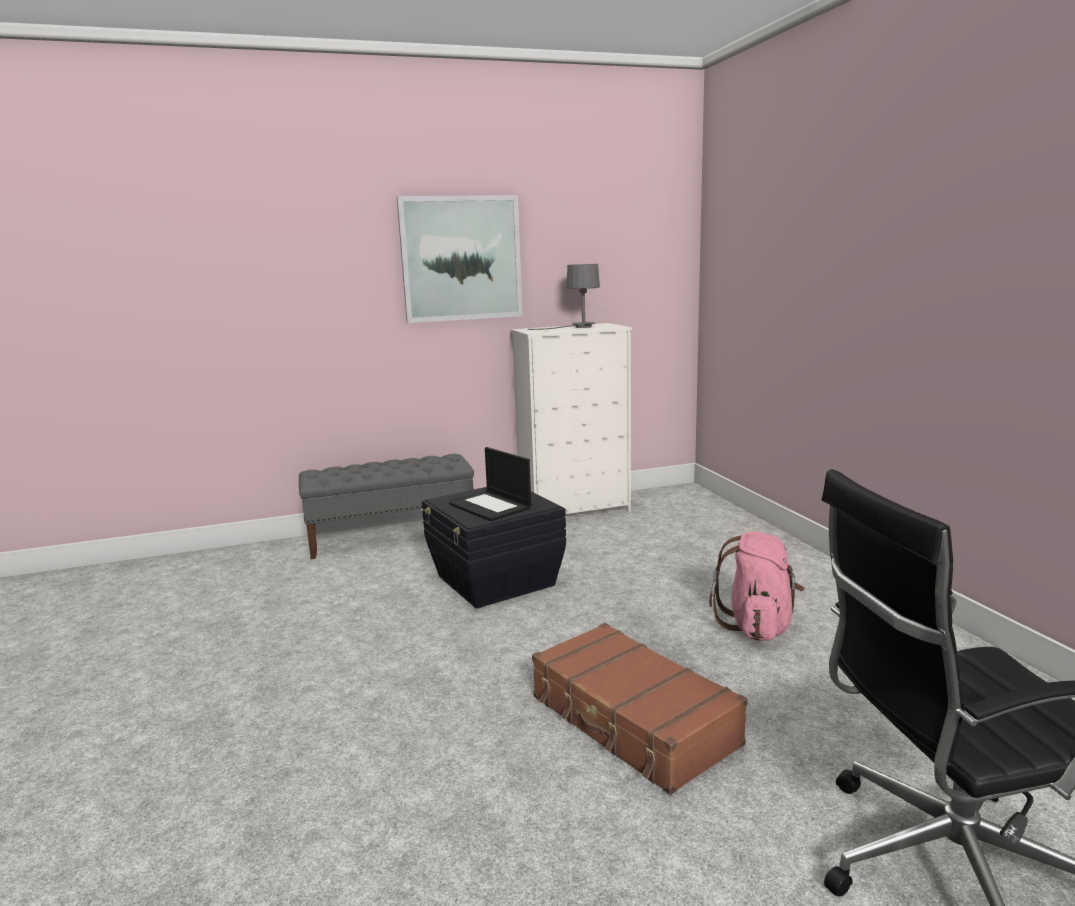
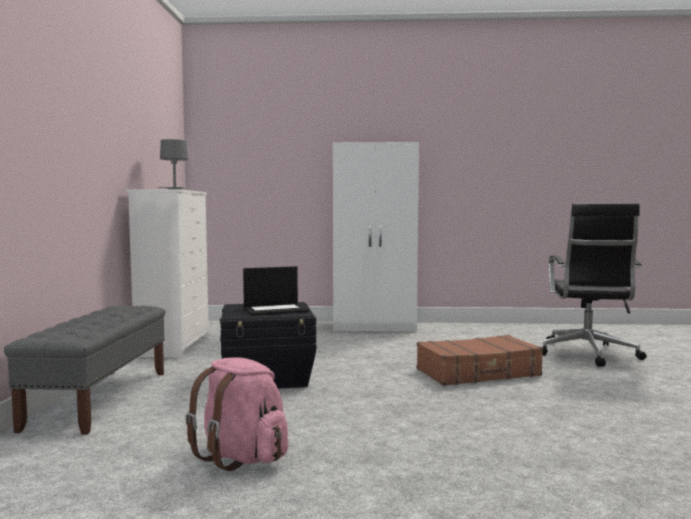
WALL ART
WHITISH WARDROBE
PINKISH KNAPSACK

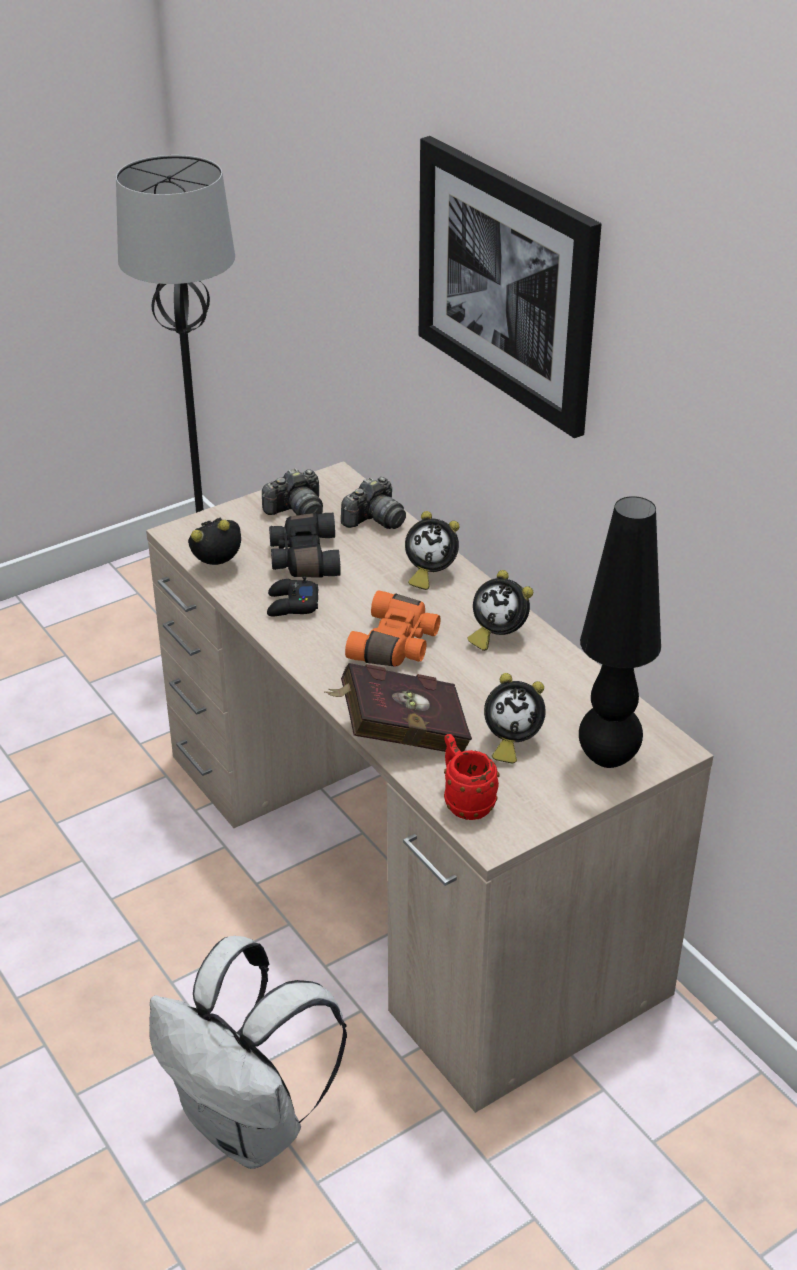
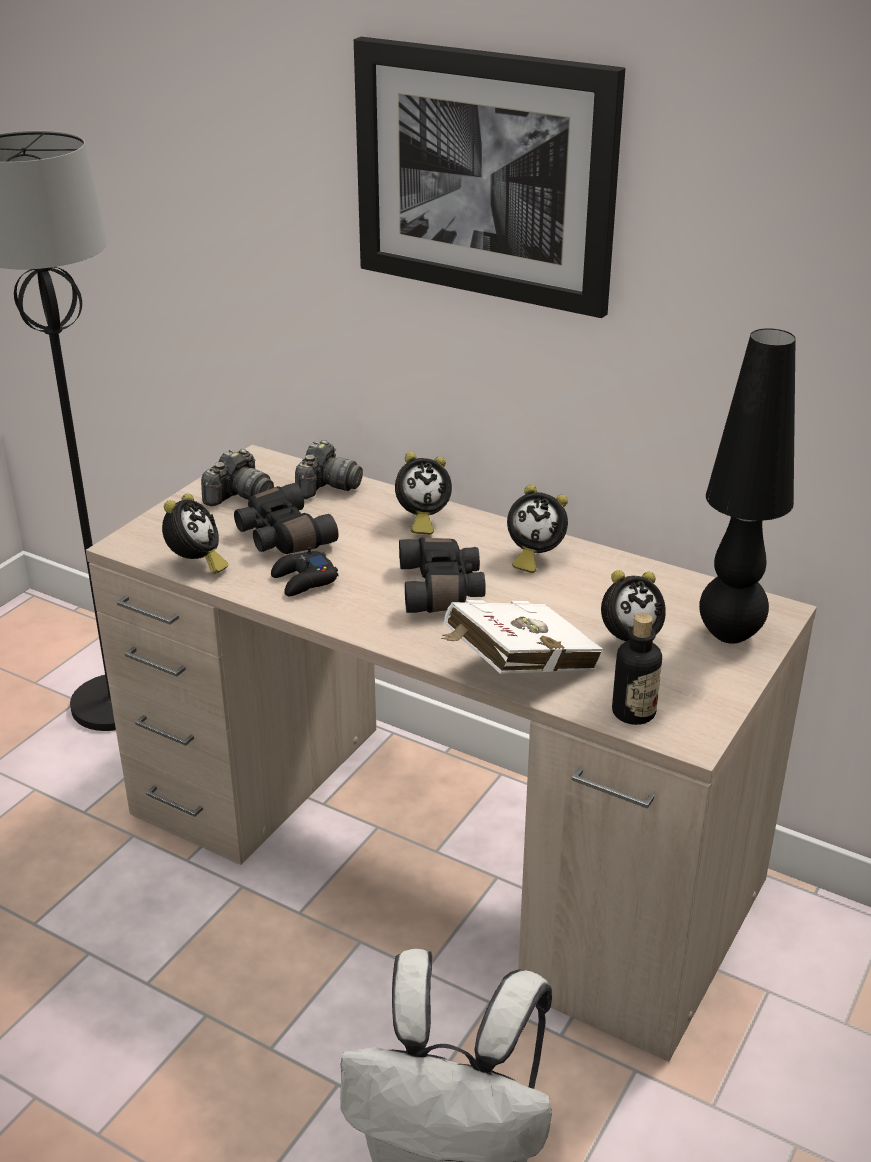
BEVERAGE BOTTLE
WHITISH VOLUME
BLACK BINOCULARS (no. 2 from left)
BEDSIDE CLOCK (no. 1 from left)

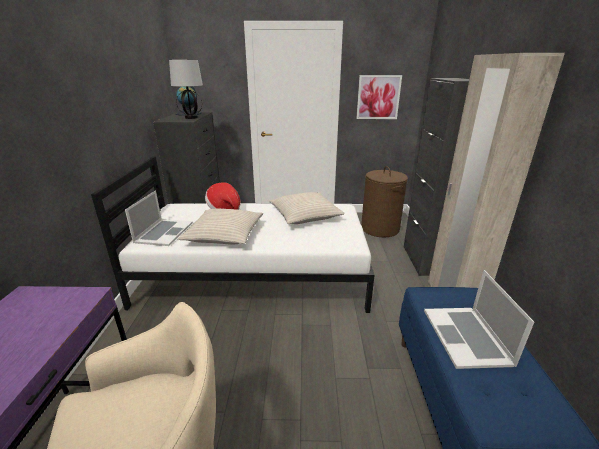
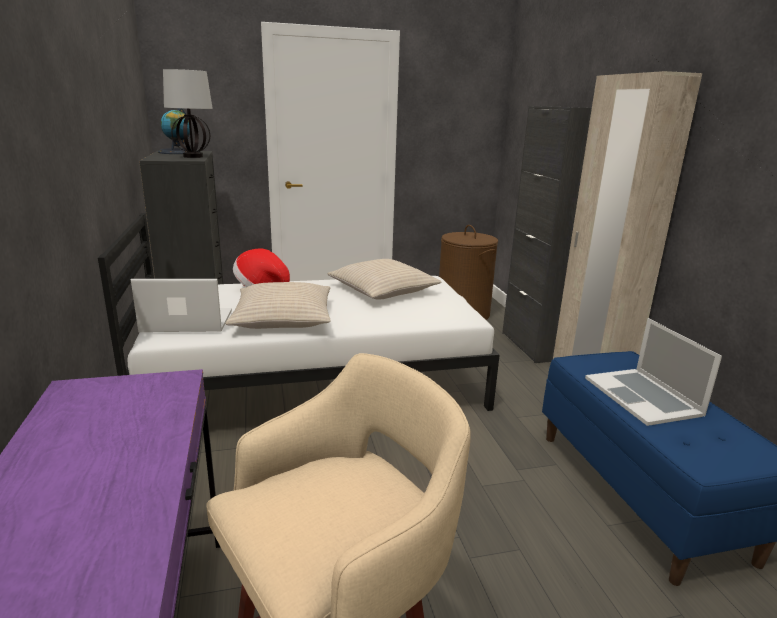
WALL ART
LAPTOP (no. 1 from left)

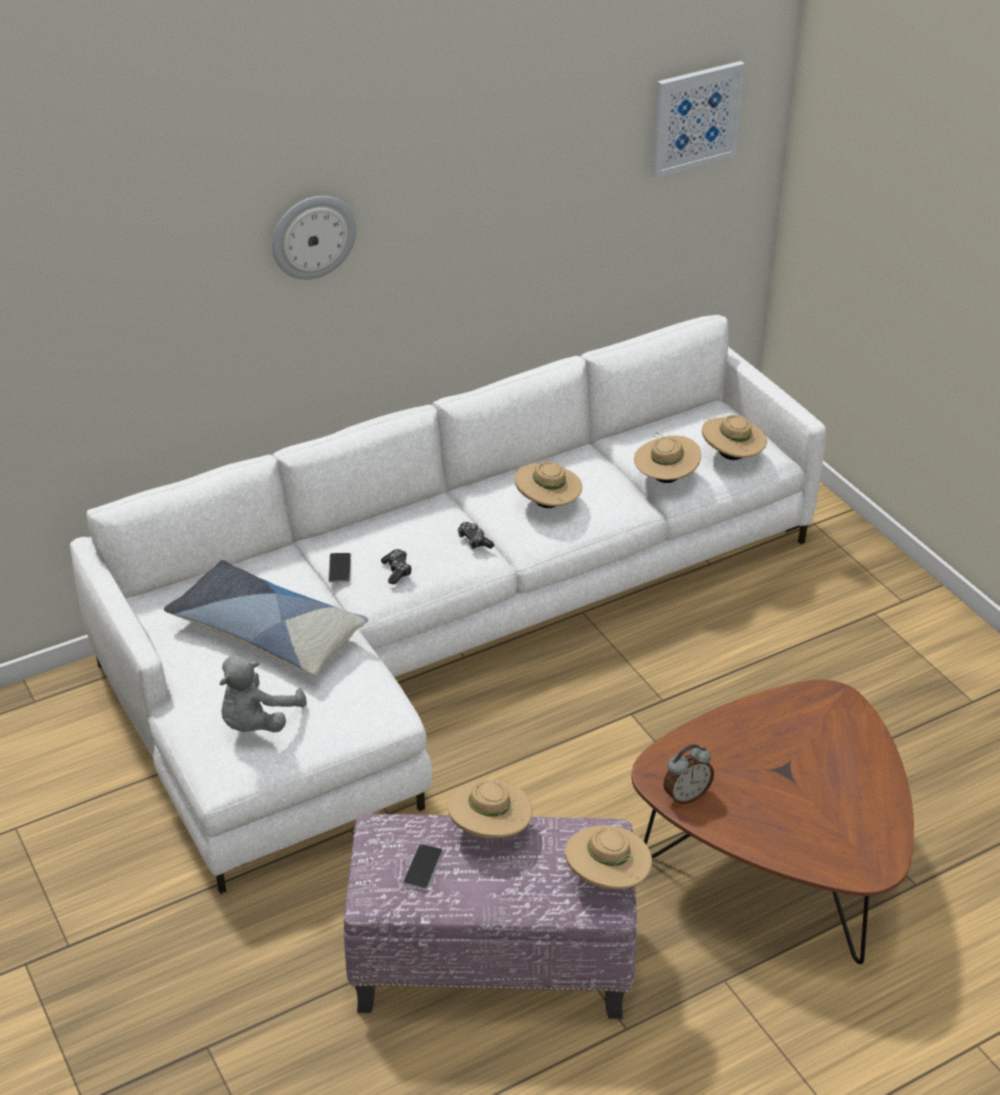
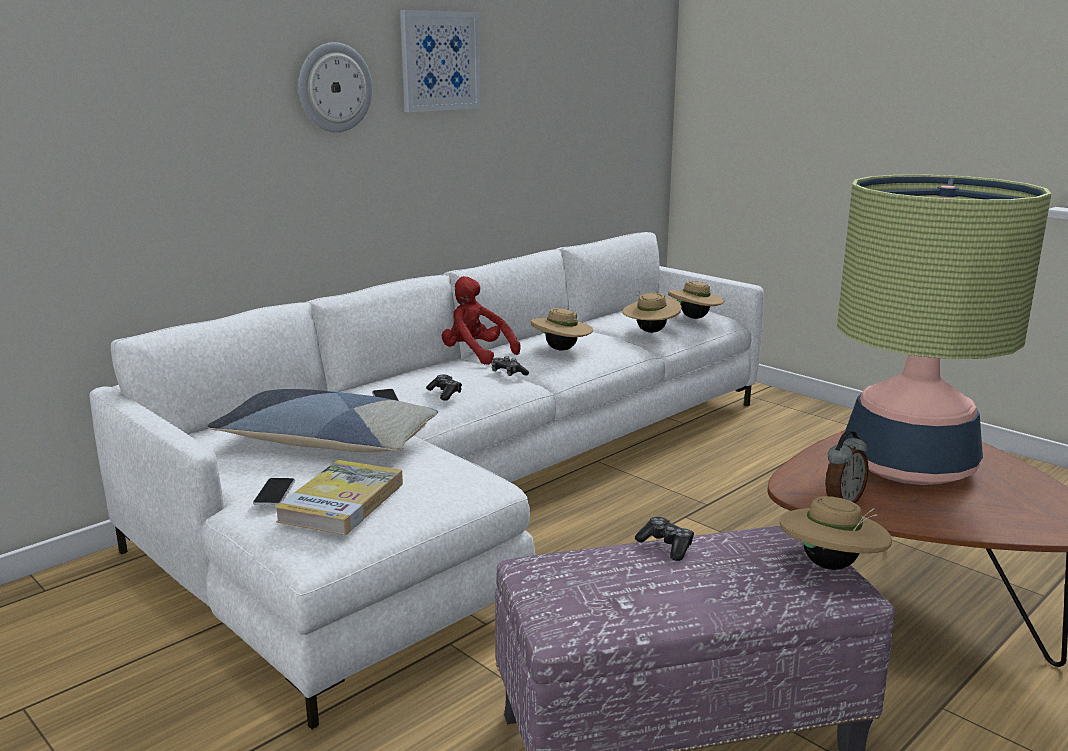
REDDISH SOFT TOY
TABLE LAMP
TELEPHONE (no. 1 from left)
WALL ART
VOLUME
GAMEPAD (no. 3 from left)

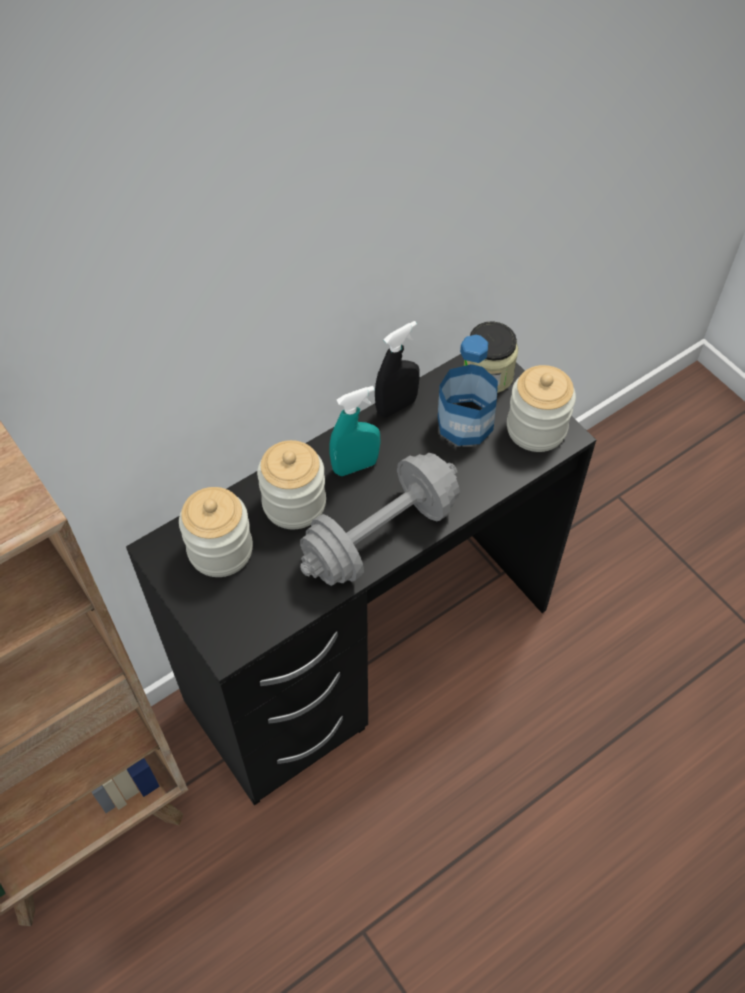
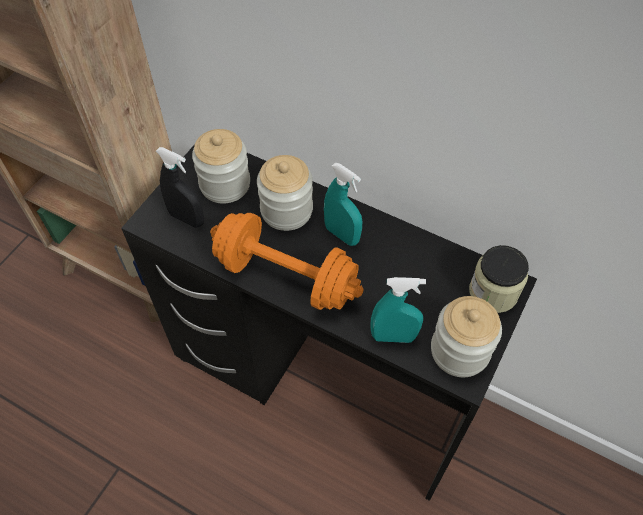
BEVERAGE BOTTLE
TURQUOISE HAND SPRAYER (no. 2 from left)
BLACK HAND SPRAYER
ORANGE DUMBBELL

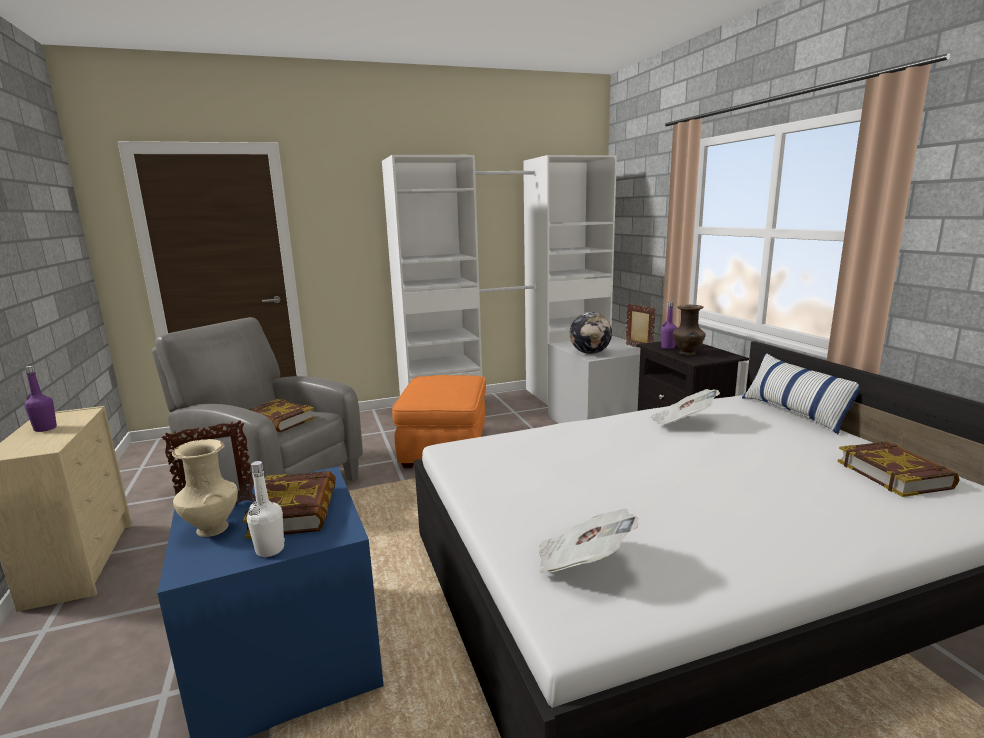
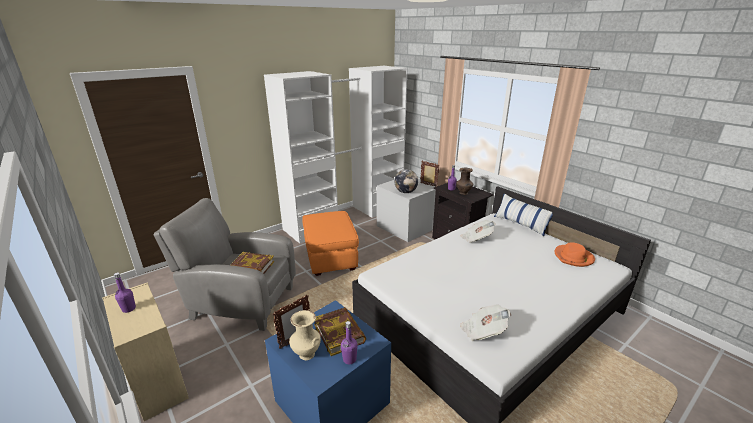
ORANGE HAT
PURPLISH BEVERAGE BOTTLE (no. 2 from left)

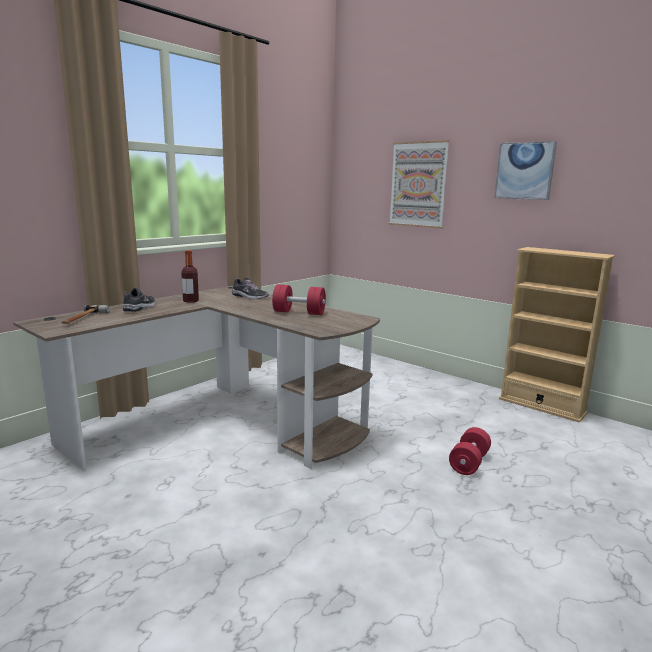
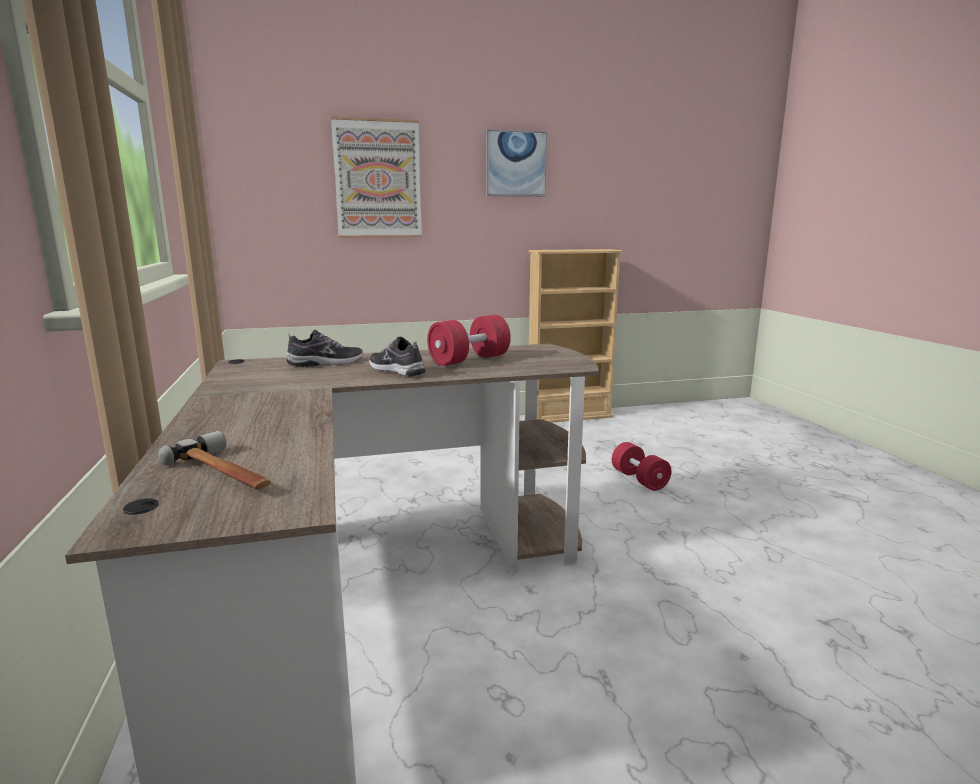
BEVERAGE BOTTLE
ITEM OF FOOTWEAR (no. 2 from left)

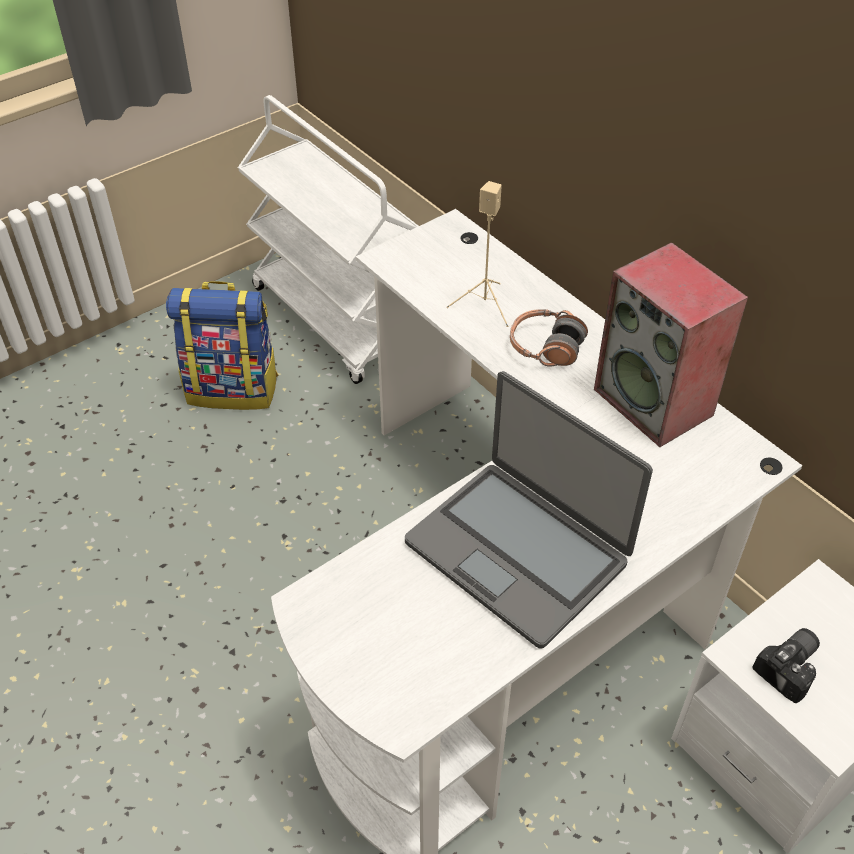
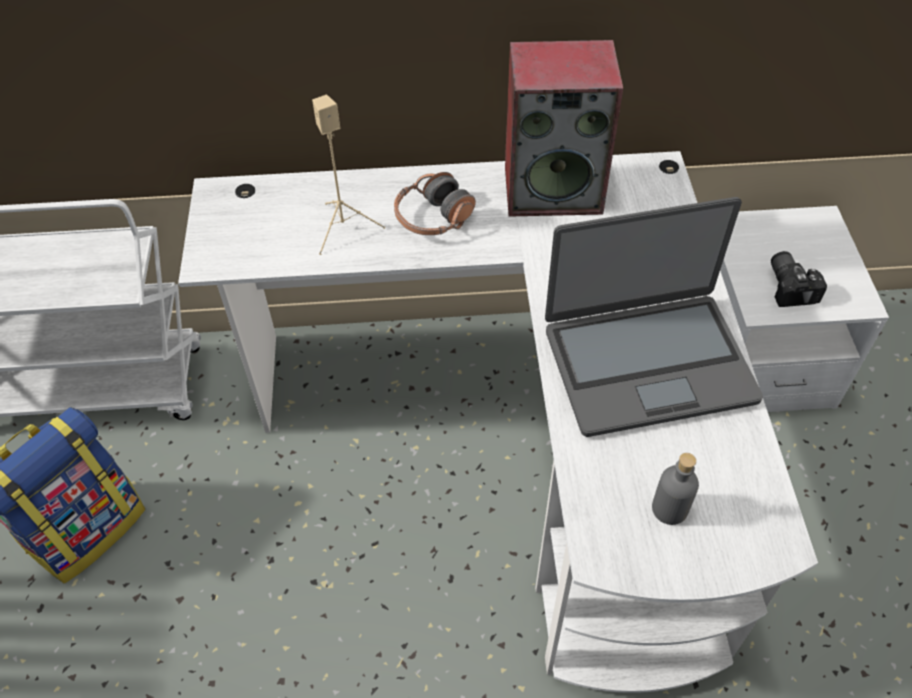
GREY BEVERAGE BOTTLE

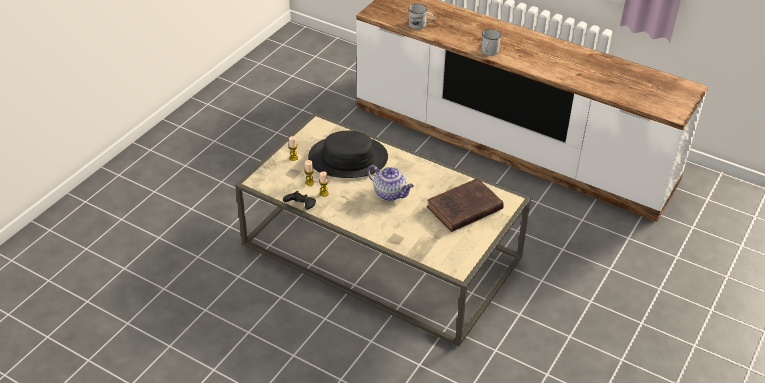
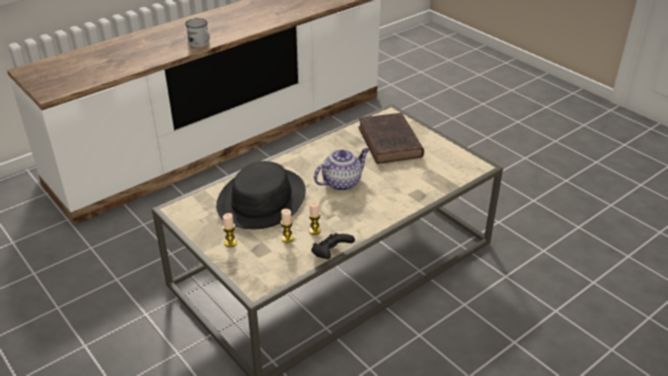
WHITISH MUG (no. 1 from left in the first image)

